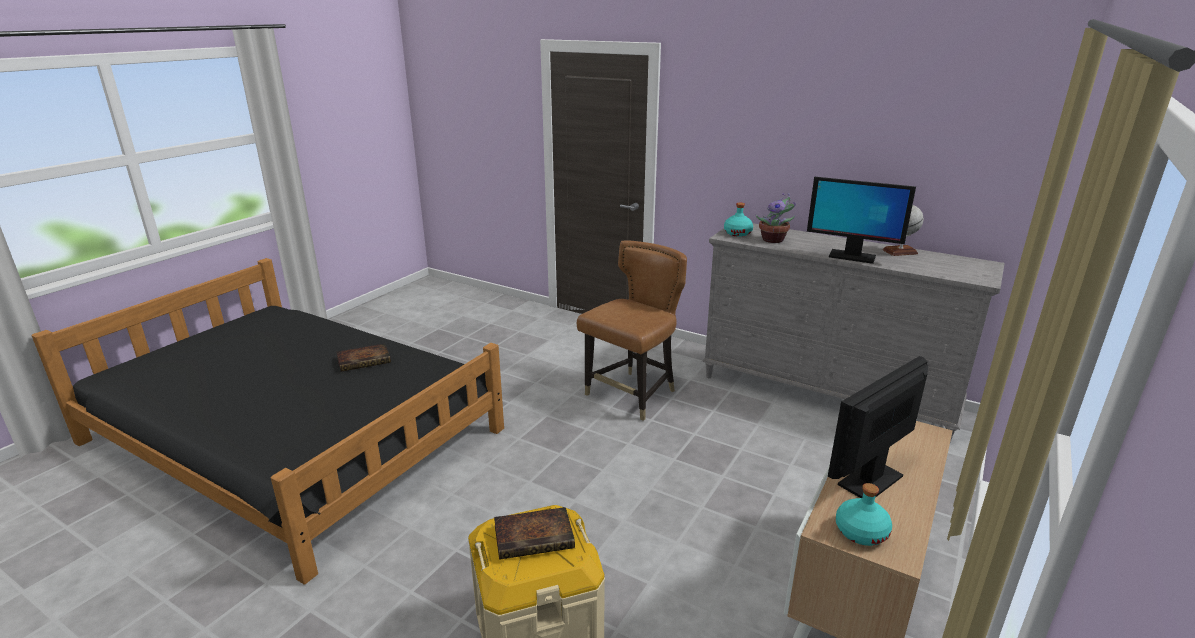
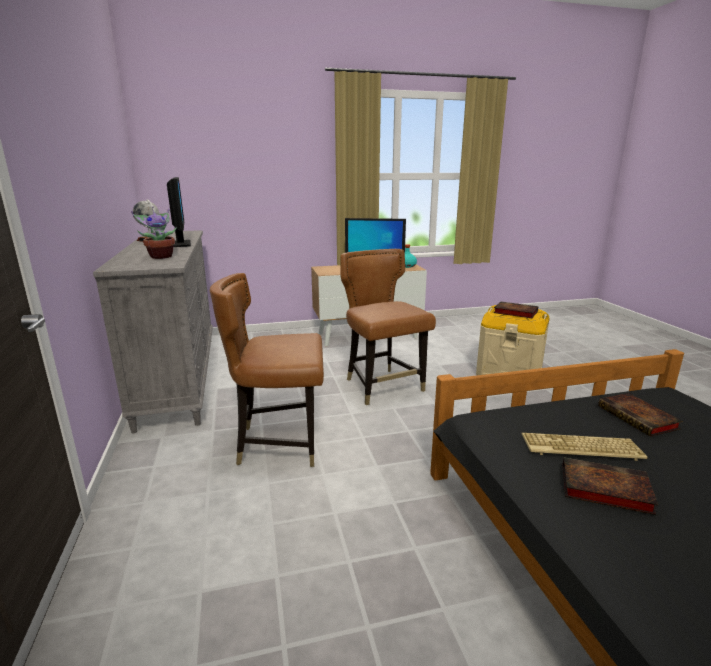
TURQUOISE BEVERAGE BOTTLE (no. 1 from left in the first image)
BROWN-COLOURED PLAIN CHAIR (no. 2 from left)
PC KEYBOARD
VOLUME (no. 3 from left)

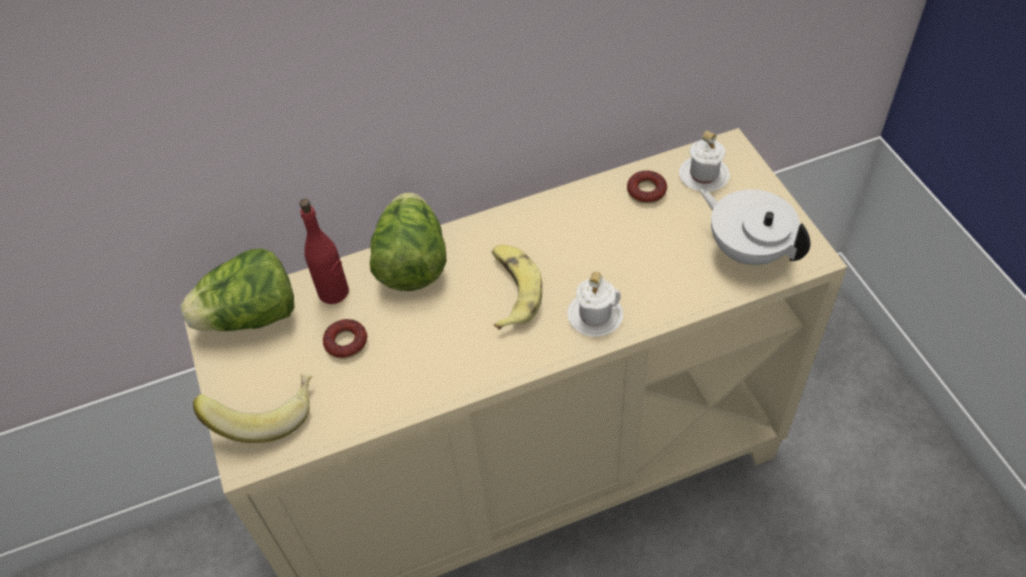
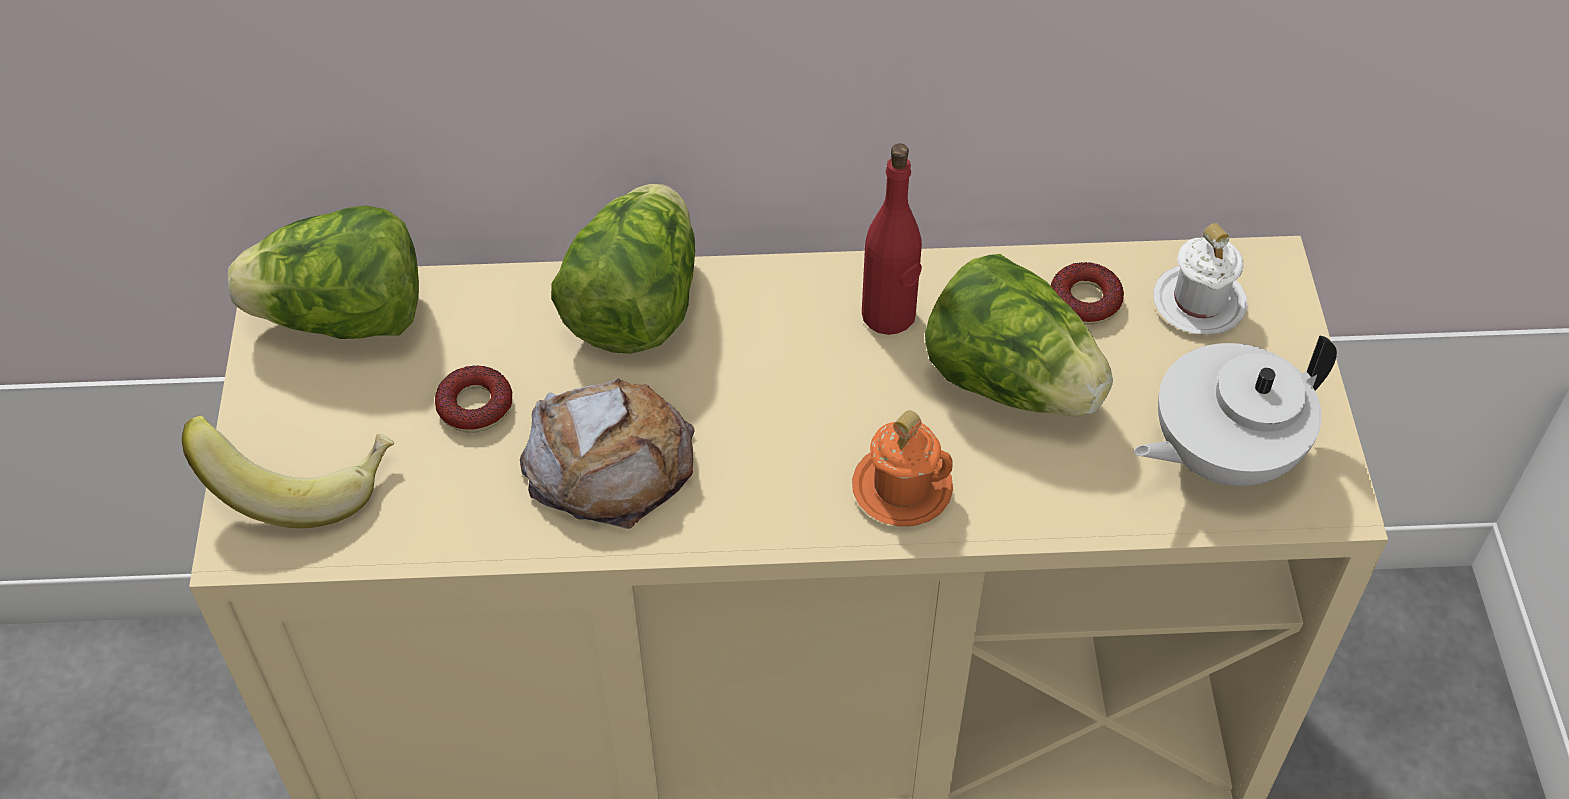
WHOLE BANANA (no. 2 from left in the first image)
BAKED BREAD
LETTUCE (no. 3 from left)
REDDISH BEVERAGE BOTTLE
ORANGE MUG
WHITISH POT FOR TEA

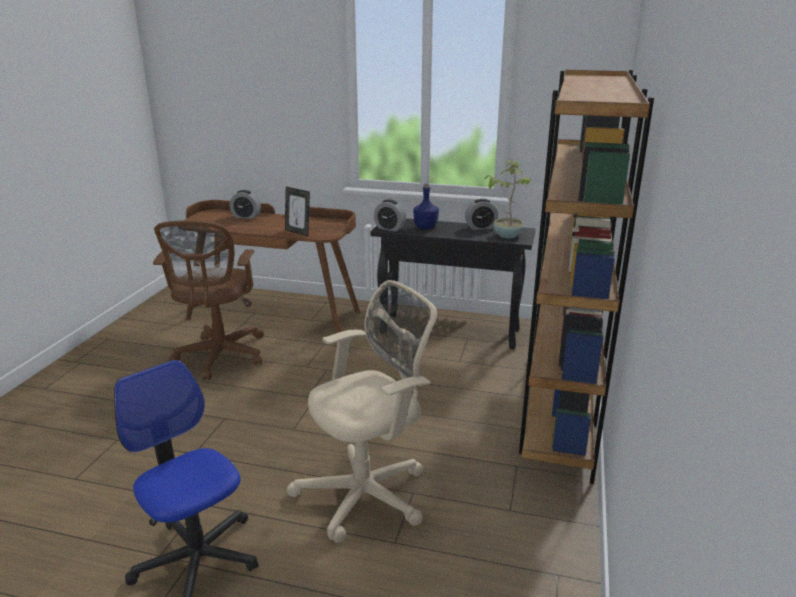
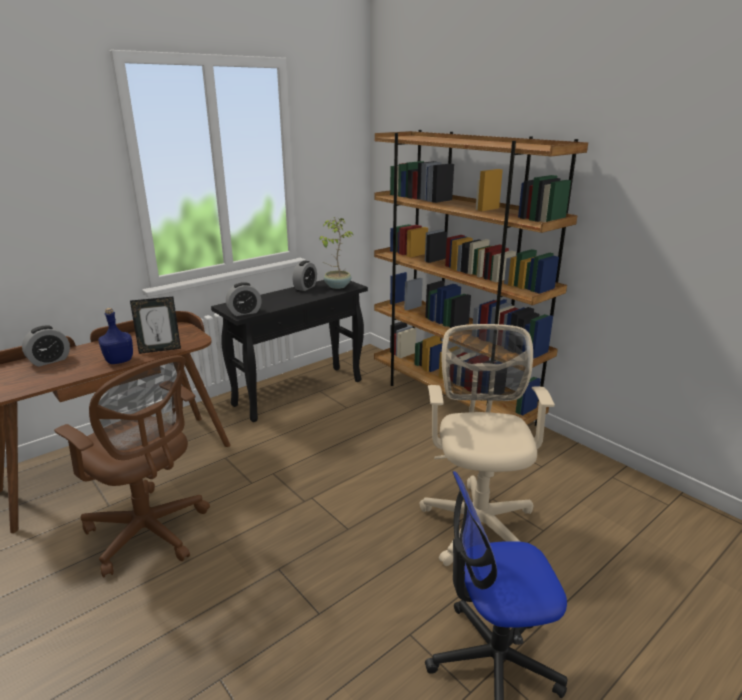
BLUE BEVERAGE BOTTLE

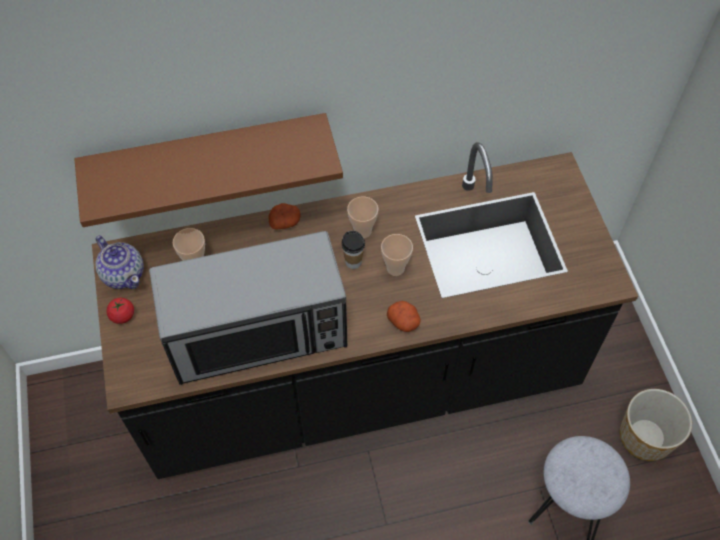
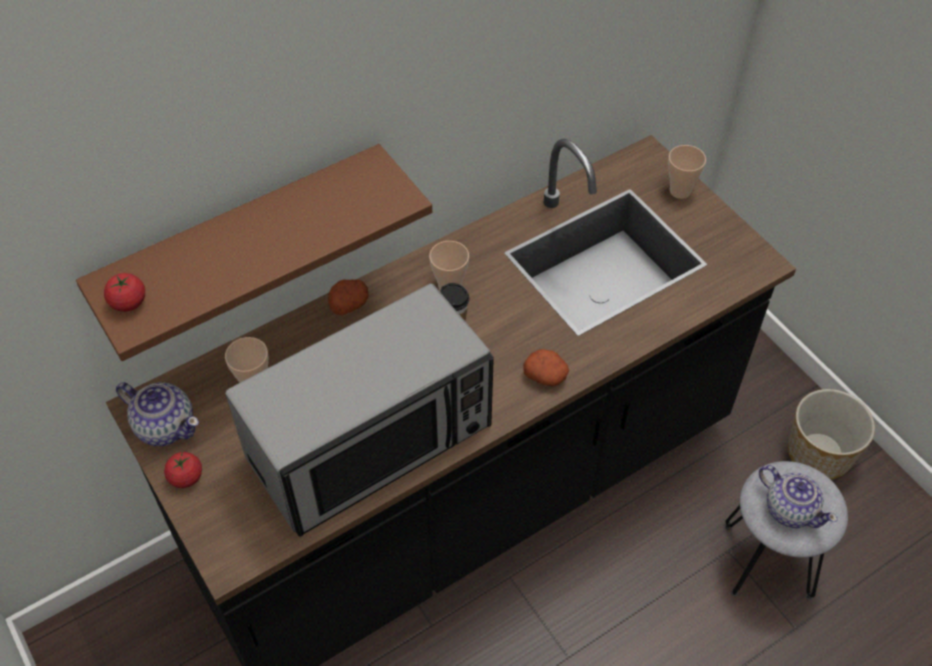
TOMATO (no. 1 from left)
POT FOR TEA (no. 2 from left)
SMALL CUP (no. 4 from left)

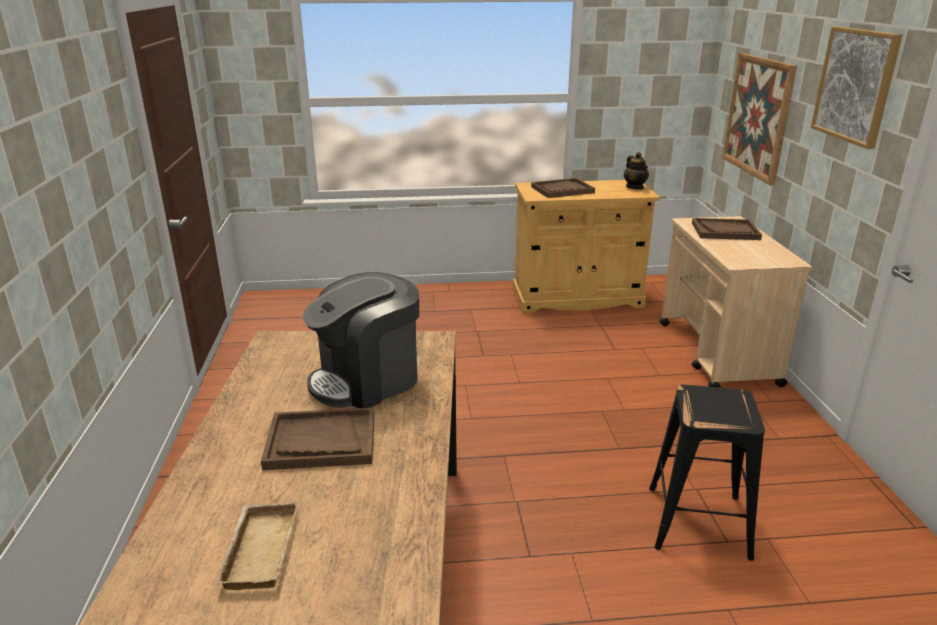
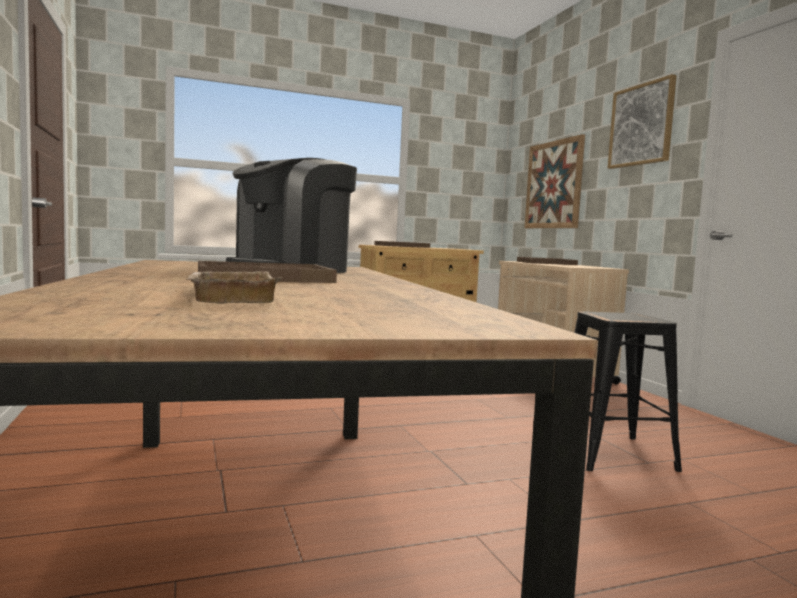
POT FOR TEA

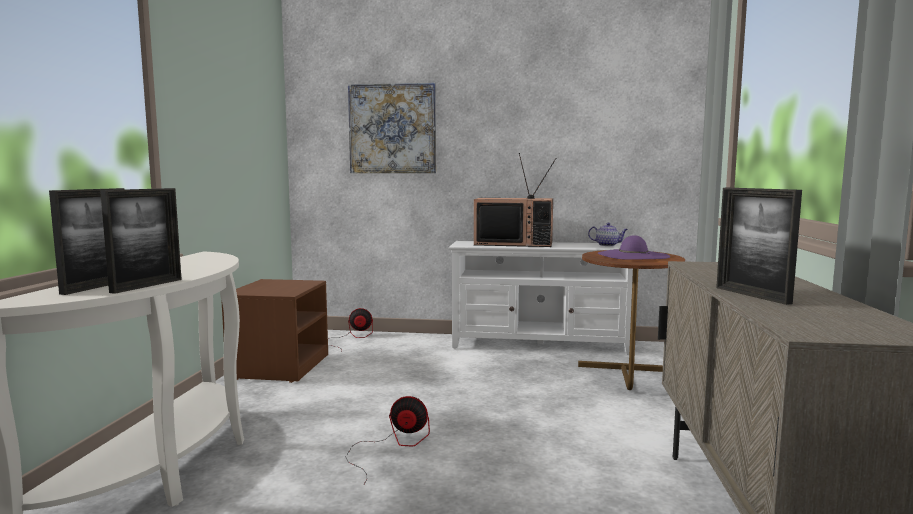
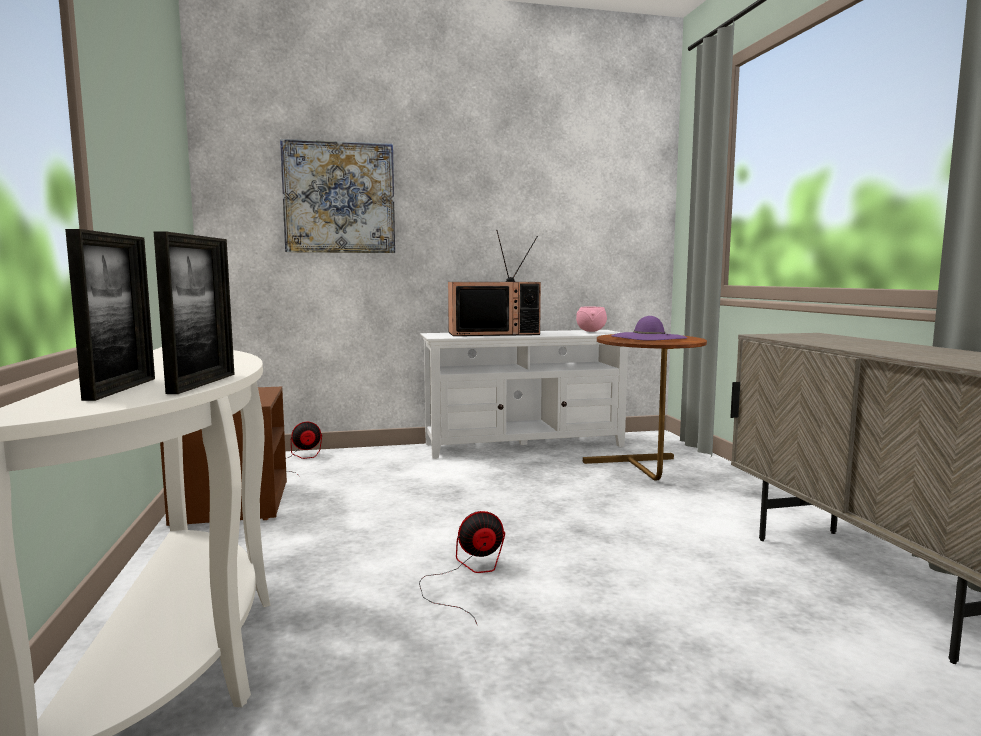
PICTURE FRAME (no. 3 from left in the first image)
PINKISH DEEP DISH

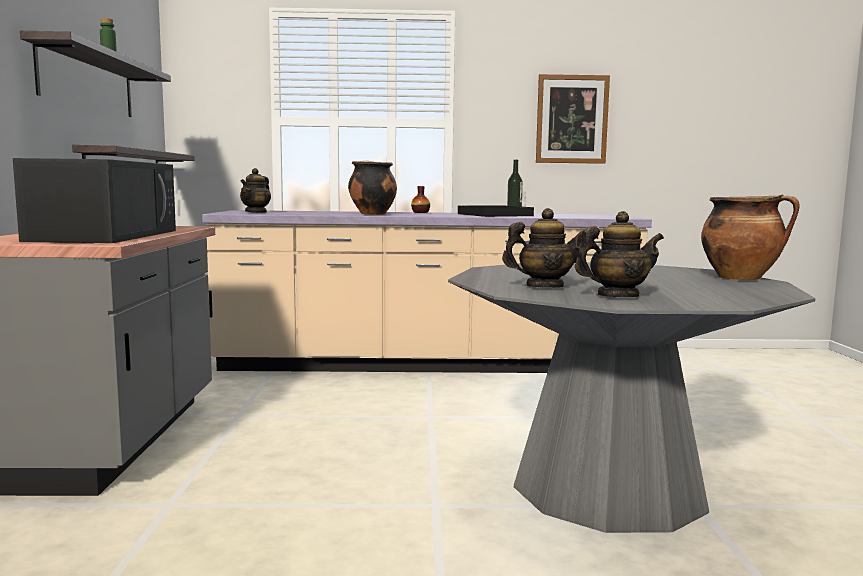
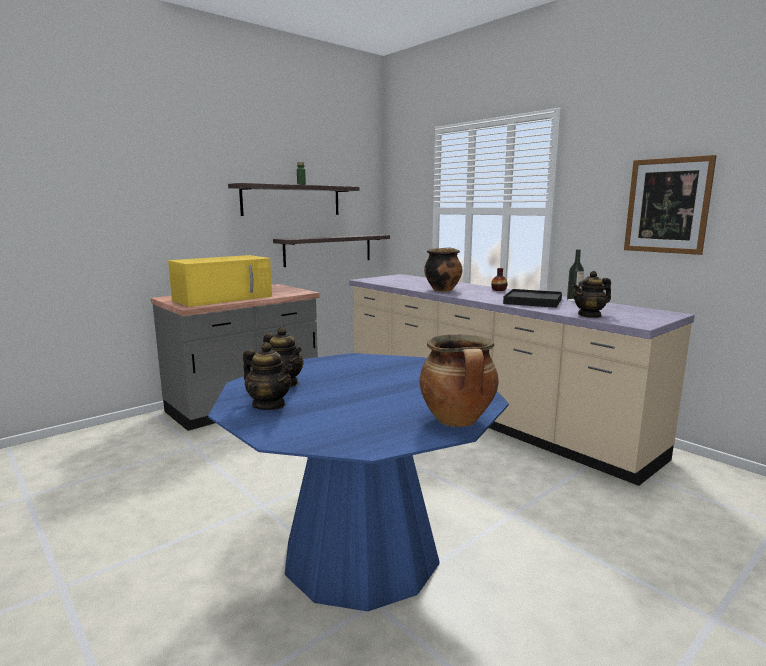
POT FOR TEA (no. 3 from left)
YELLOWISH MICROWAVE
BLUE DINNER TABLE

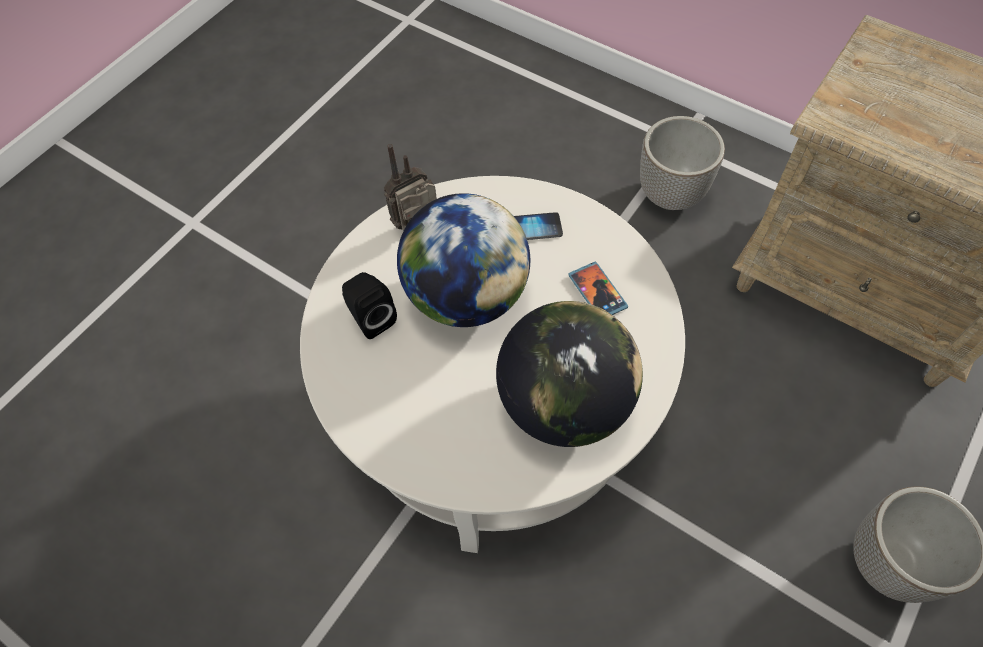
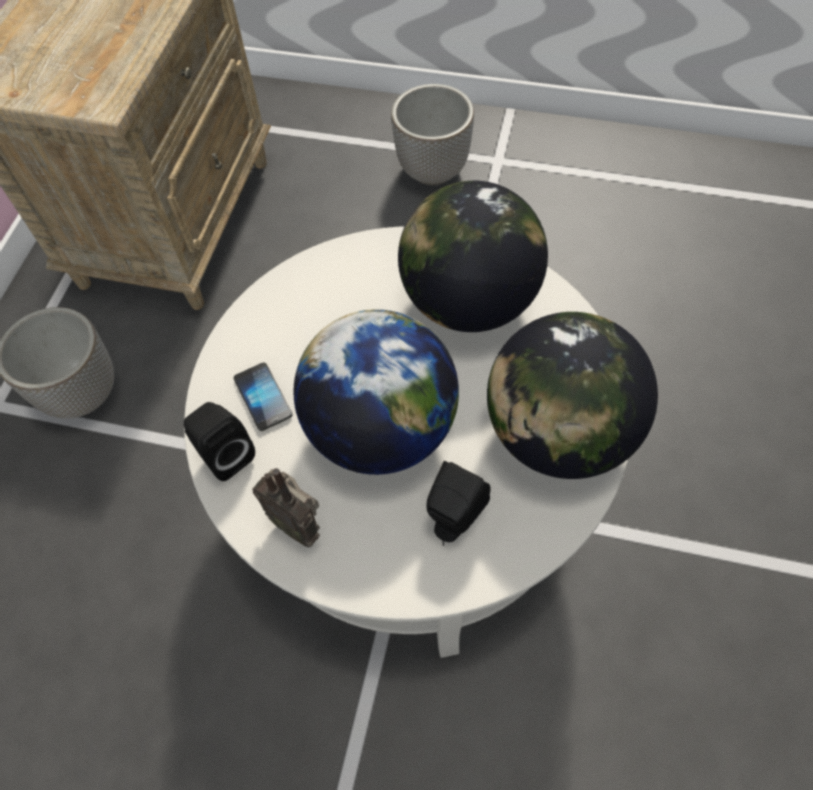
TELEPHONE (no. 2 from left in the first image)
BLACK AUDIO SPEAKER (no. 1 from left)
GLOBE (no. 3 from left)

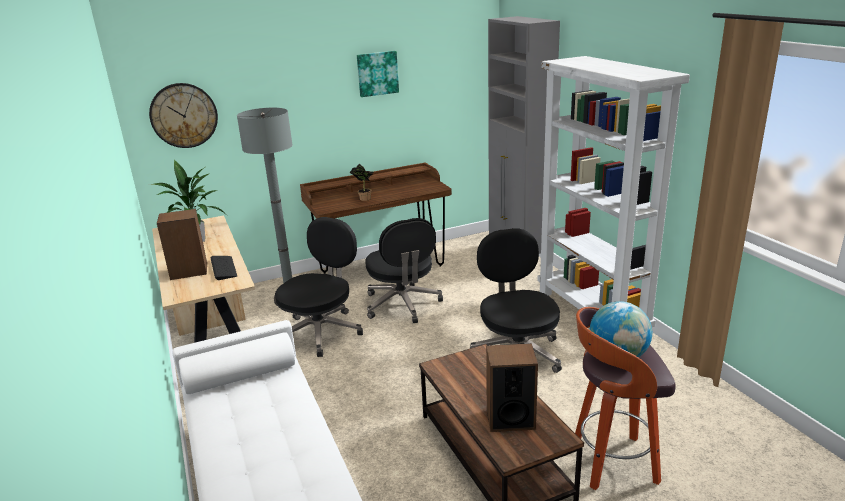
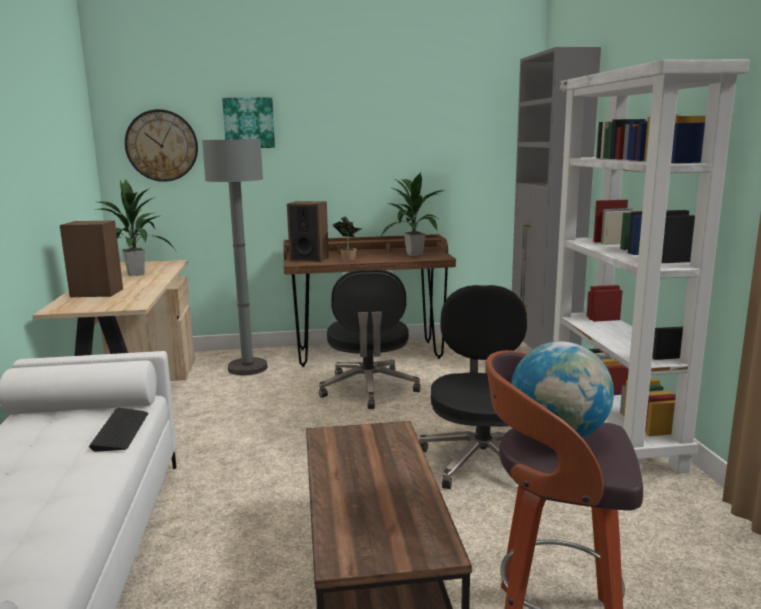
BLACK OFFICE CHAIR (no. 1 from left in the first image)
HOUSEPLANT (no. 3 from left)
PC KEYBOARD
WALL ART
AUDIO SPEAKER (no. 2 from left)

